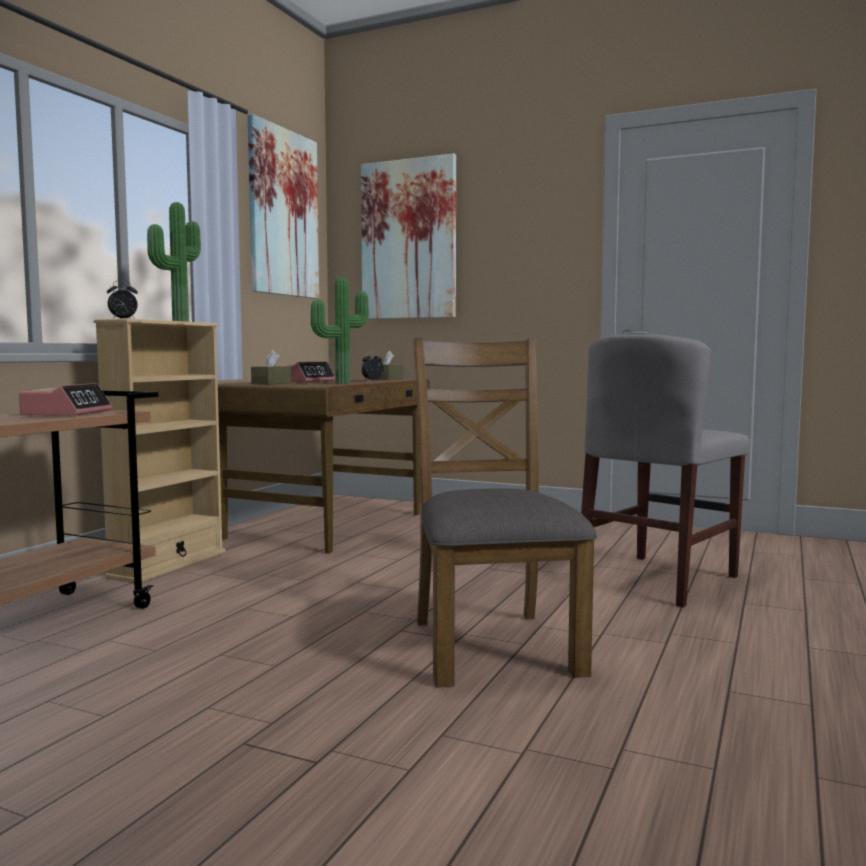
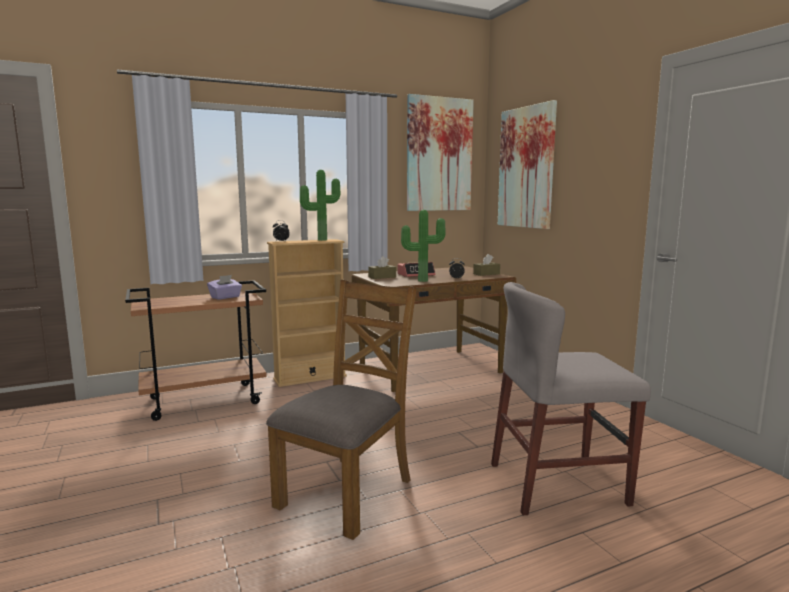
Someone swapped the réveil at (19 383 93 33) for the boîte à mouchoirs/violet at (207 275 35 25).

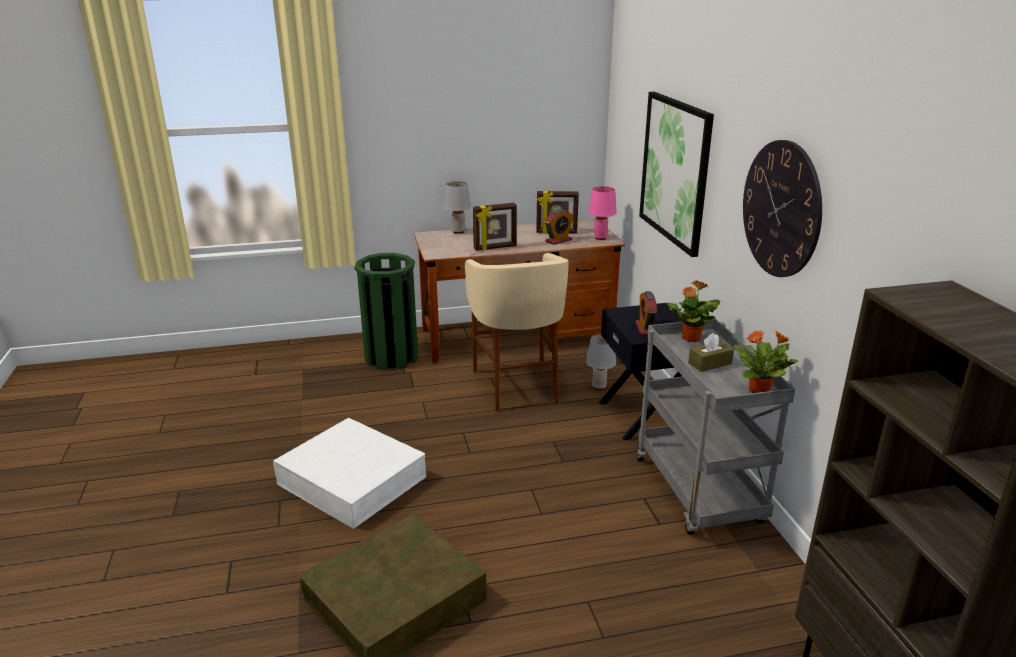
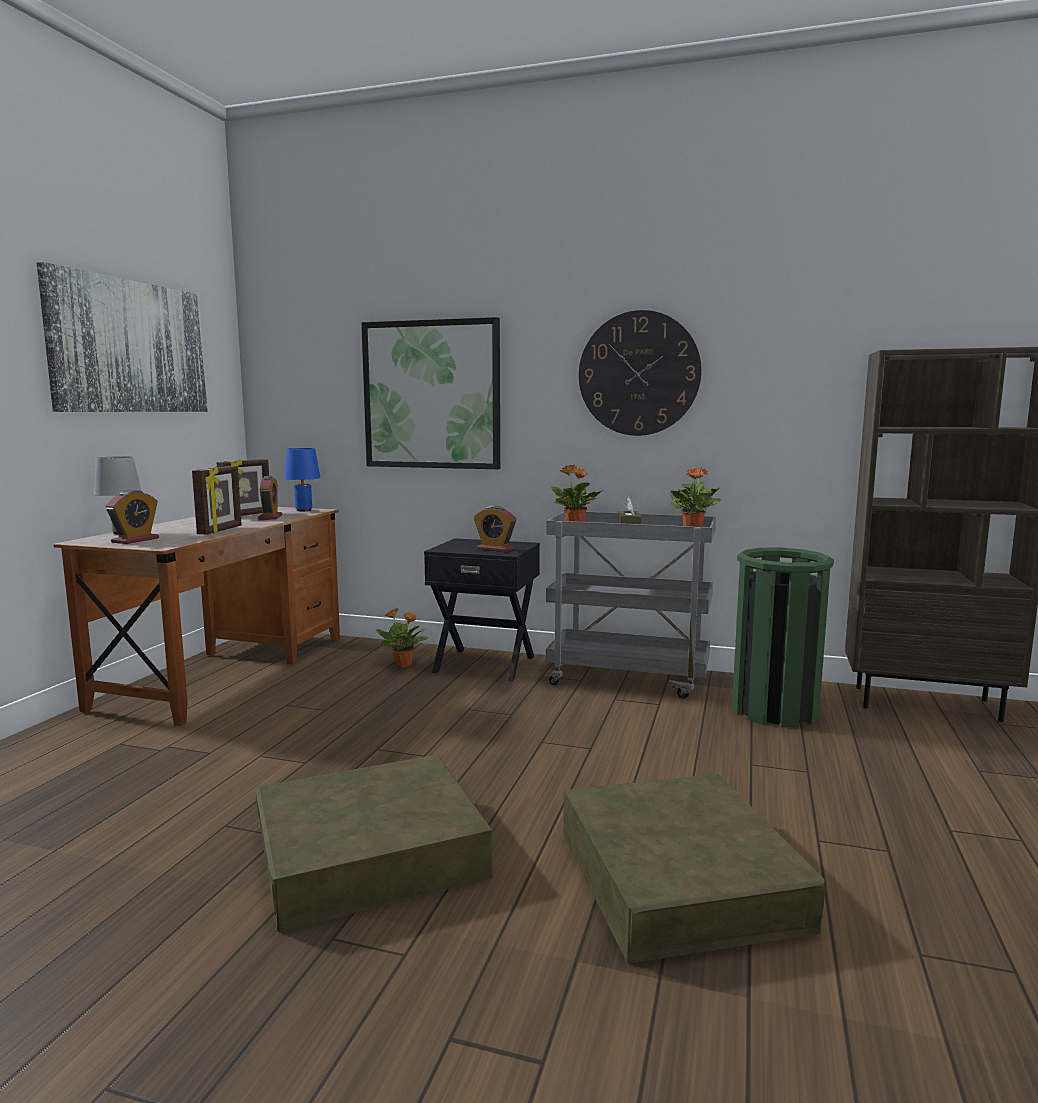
Someone put up the tableau at (37 262 171 150). Someone put down the réveil at (106 490 53 54). Someone repainted the boîte de rangement/blanc at (273 418 153 111), which became the boîte de rangement/marron at (256 754 237 179). Someone repainted the lampe de table/rose at (588 186 29 54), which became the lampe de table/bleu at (285 448 36 63). Someone swapped the lampe de table/gris at (586 334 30 56) for the plante en pot at (376 608 52 59). Someone carried the poubelle/vert from (354 253 64 117) to (732 548 102 179). Someone took away the tabouret/beige at (465 253 104 159).

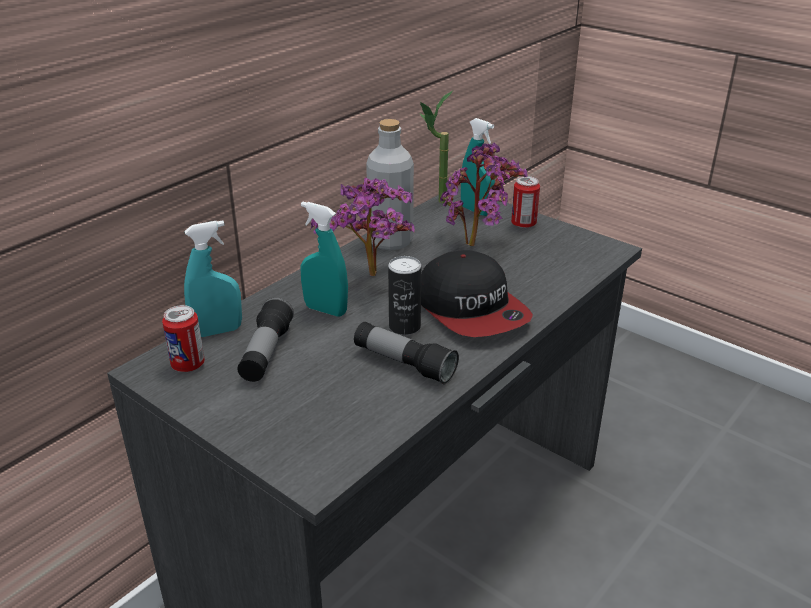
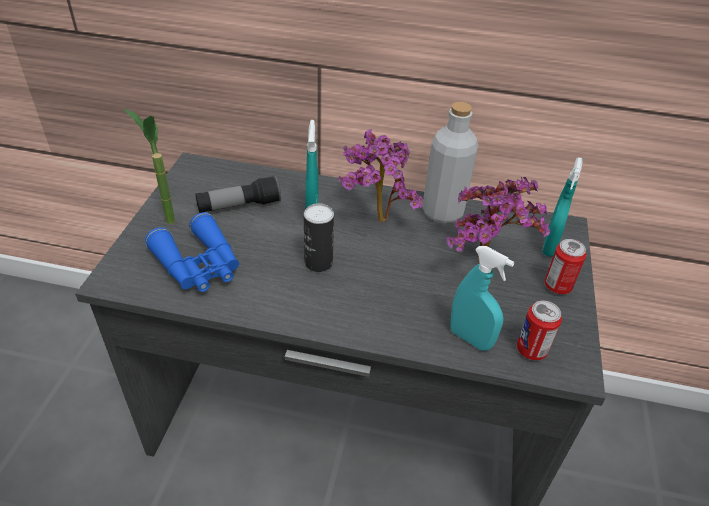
Someone carried the plante en pot from (419 90 35 113) to (123 108 52 116). Someone put down the jumelles/bleu at (145 212 94 80). Someone carried the vaporisateur/turquoise from (184 220 58 117) to (450 246 64 105). Someone carried the boîte métallique from (162 305 43 67) to (517 301 45 59). Someone took away the lampe de poche at (354 322 105 62). Someone took away the casquette at (421 250 112 87).

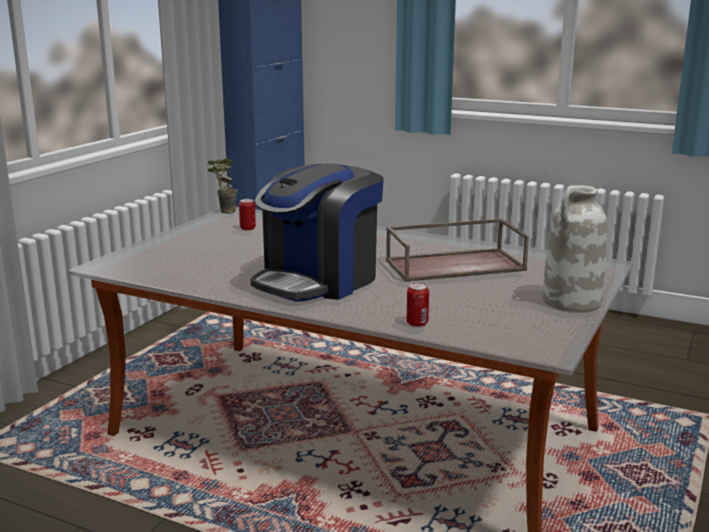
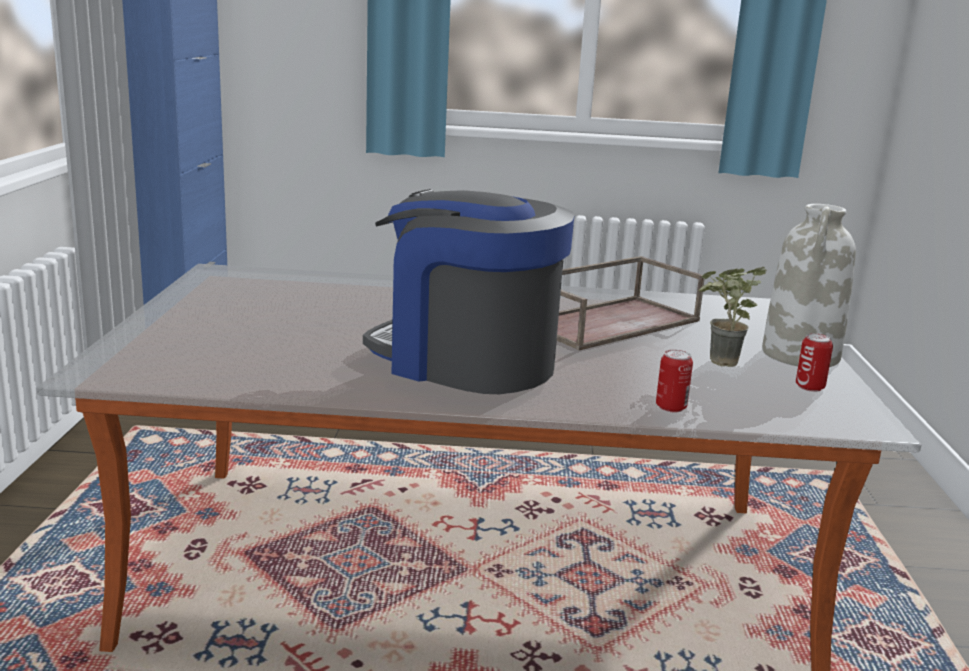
Someone rotated the machine à café at (251 163 133 139) by 105 degrees clockwise. Someone carried the plante en pot from (208 159 29 55) to (699 267 68 100). Someone carried the boîte métallique from (239 199 17 31) to (796 333 37 59).

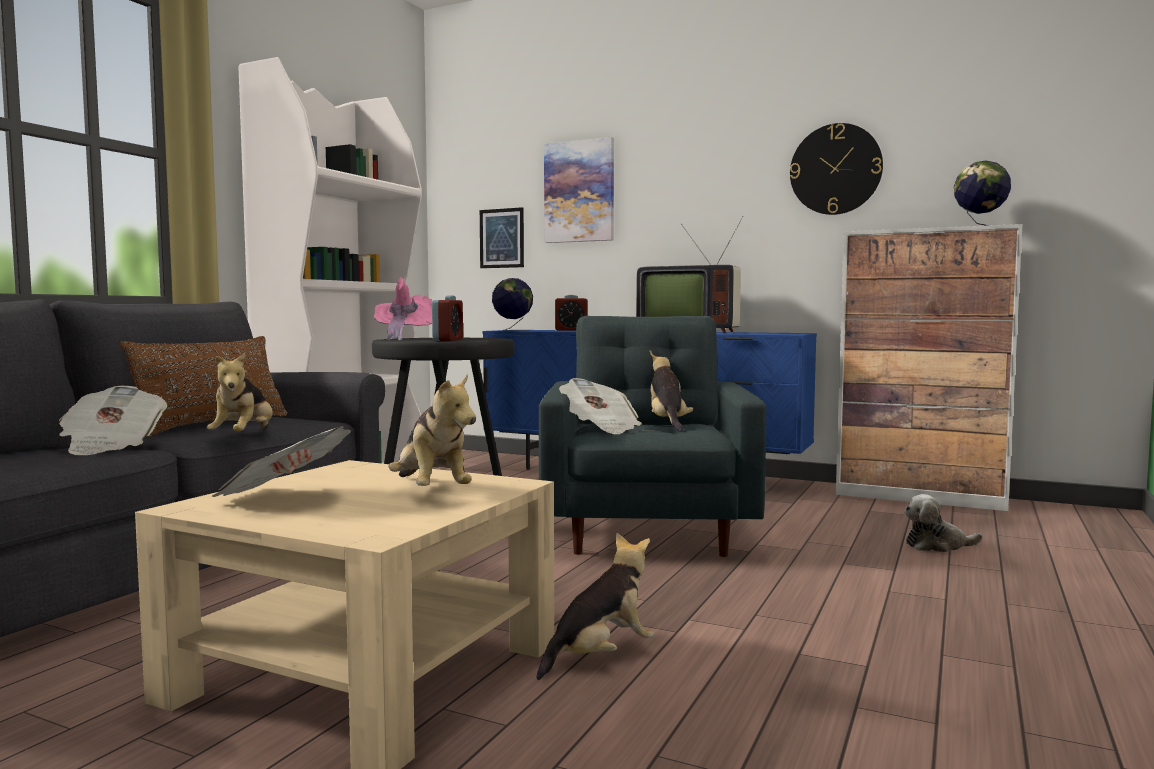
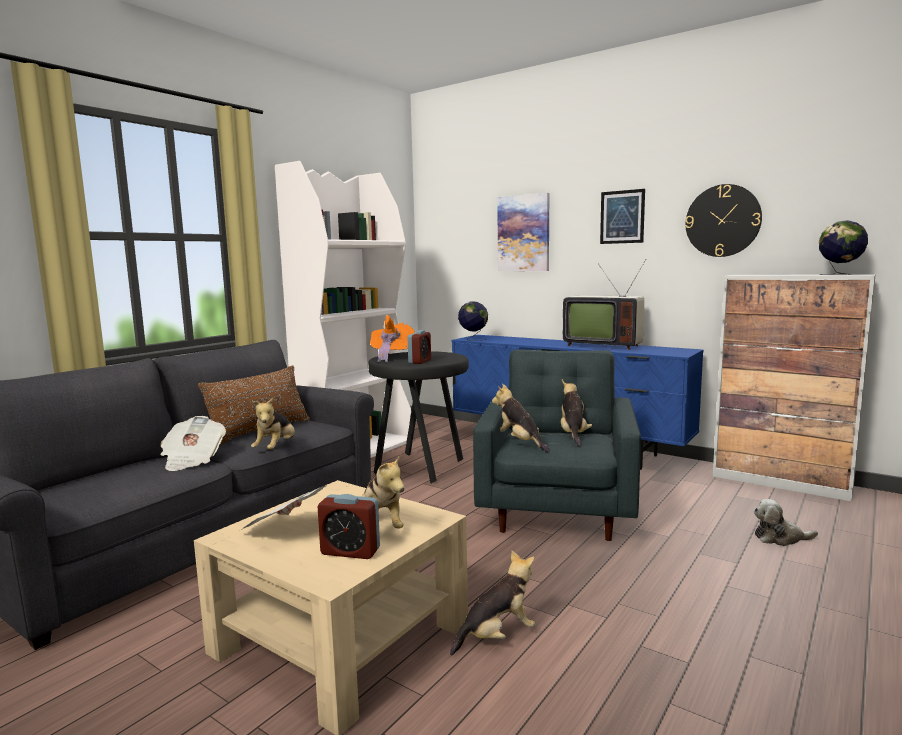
Someone carried the réveil from (555 295 33 36) to (318 494 62 65). Someone repainted the chapeau/rose at (374 277 59 64), which became the chapeau/orange at (370 315 45 47). Someone swapped the journal at (559 378 83 56) for the peluche at (492 384 58 68). Someone carried the tableau from (480 207 44 61) to (600 189 45 55).

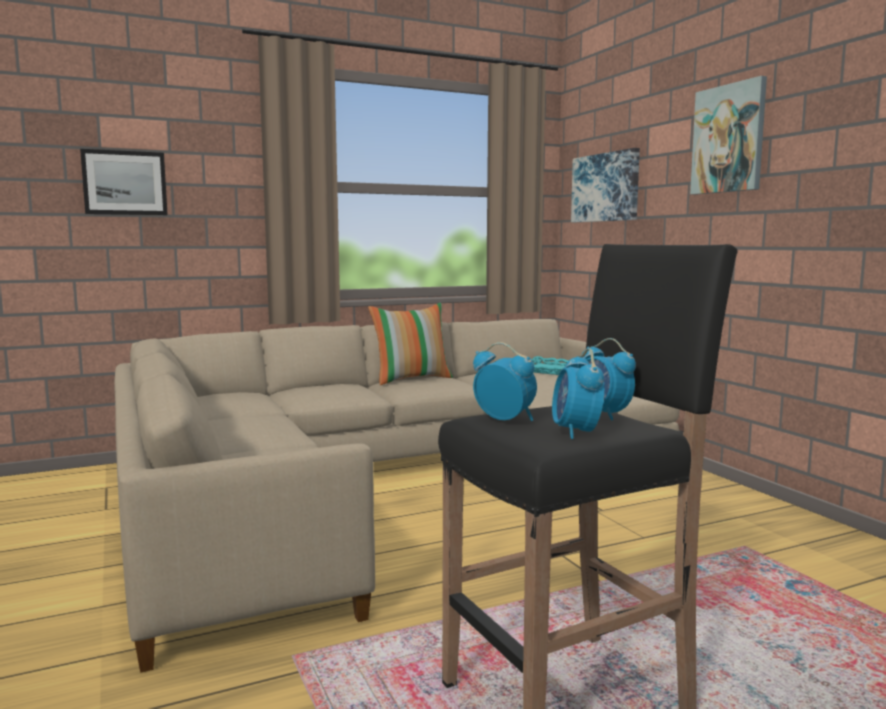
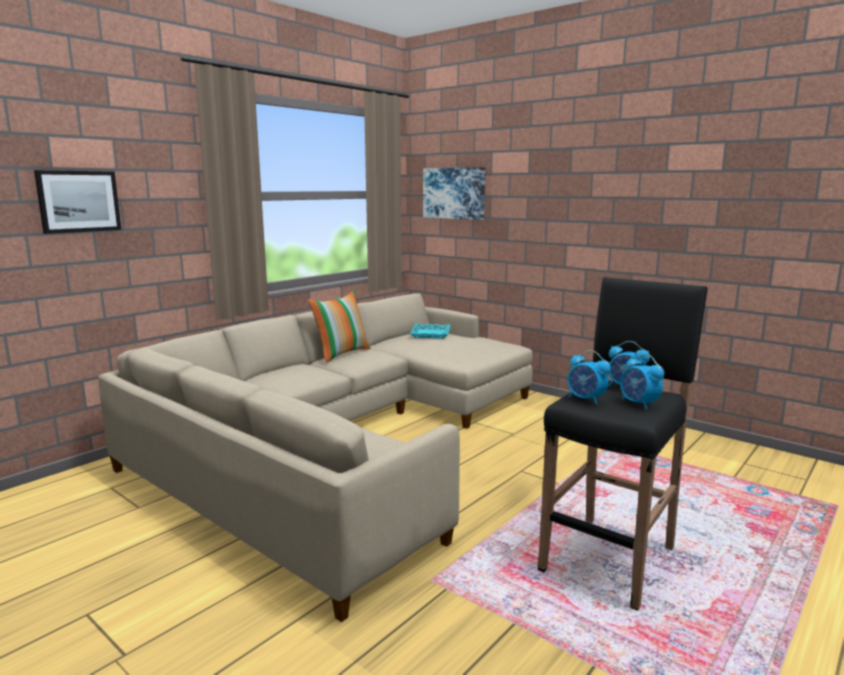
Someone rotated the réveil at (473 342 64 79) by 150 degrees counterclockwise. Someone took away the tableau at (690 76 77 119).

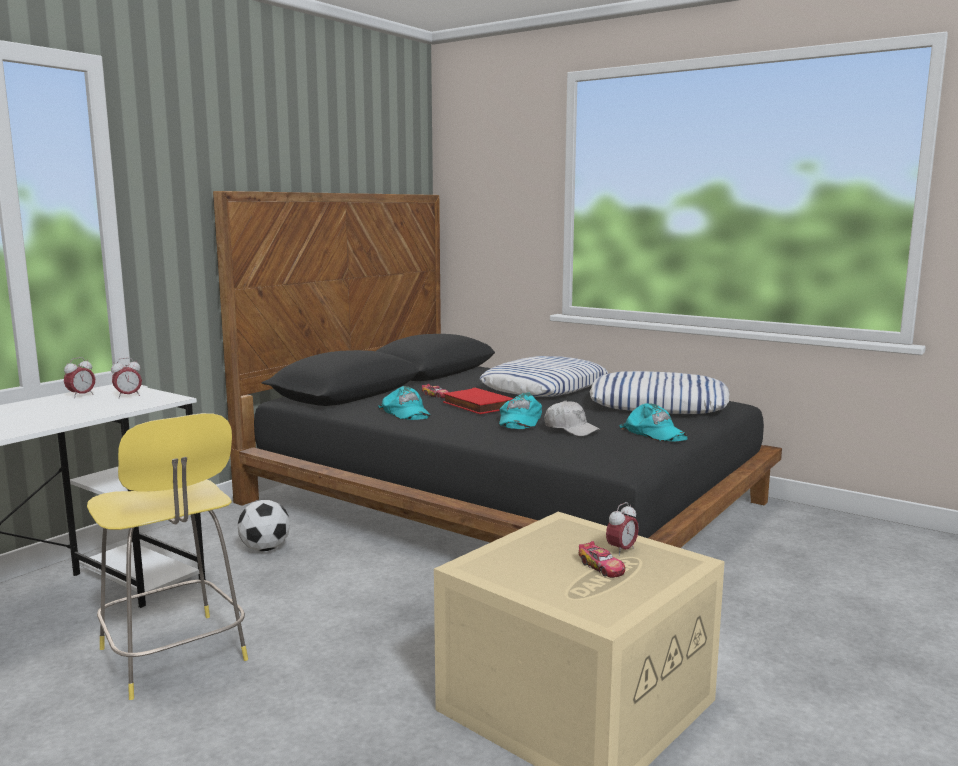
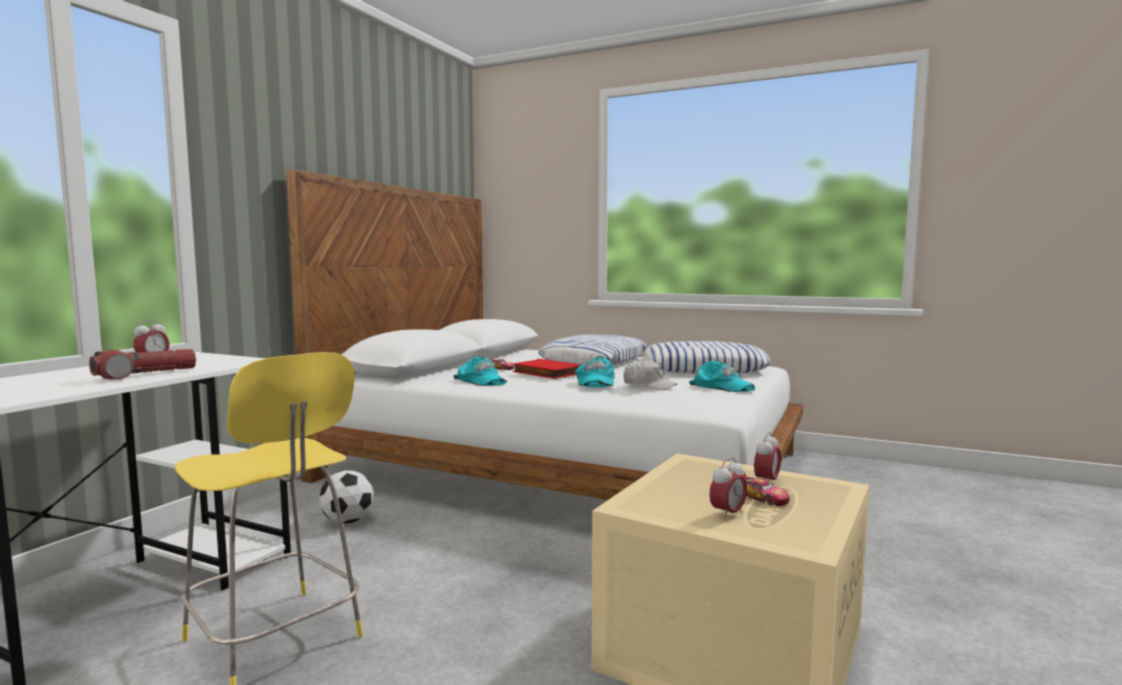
Someone put down the lampe de poche at (89 349 107 31). Someone repainted the lit/noir at (213 191 569 357), which became the lit/blanc at (286 170 517 330). Someone carried the réveil from (111 358 31 40) to (709 457 38 63).

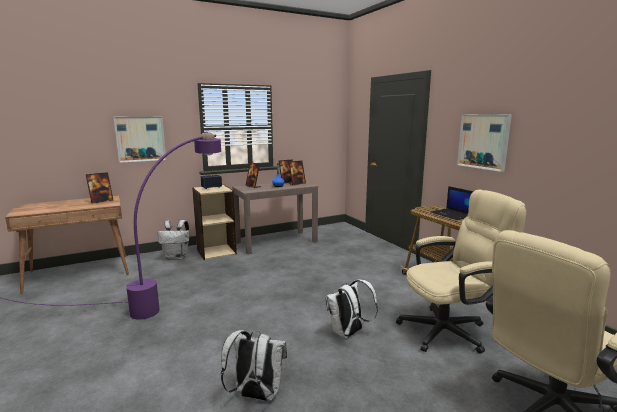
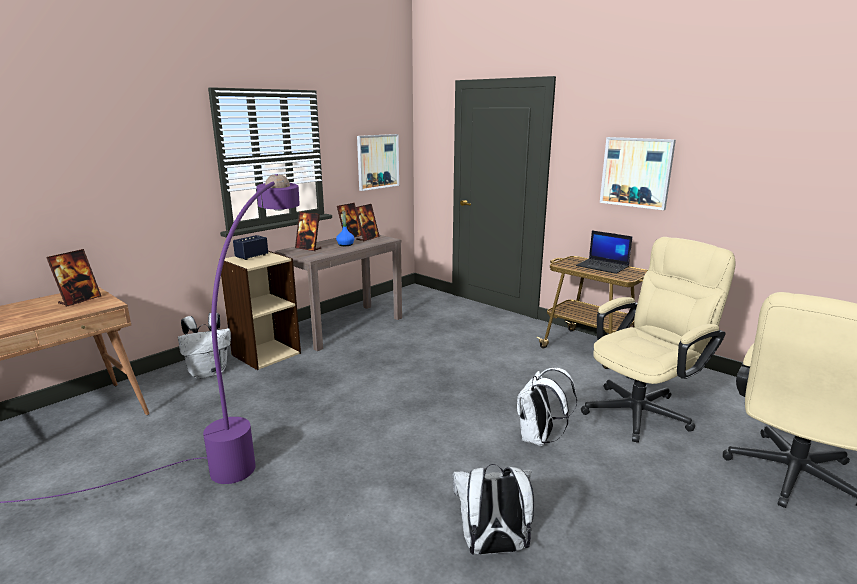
Someone carried the tableau from (113 116 53 47) to (357 134 42 57).

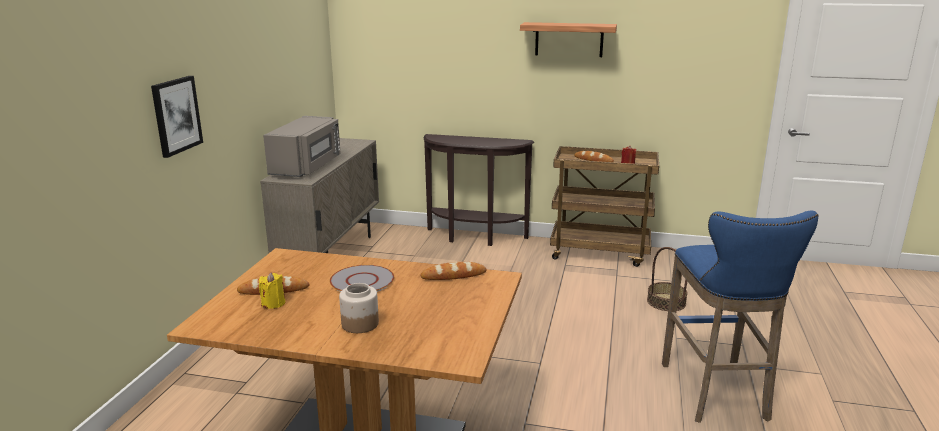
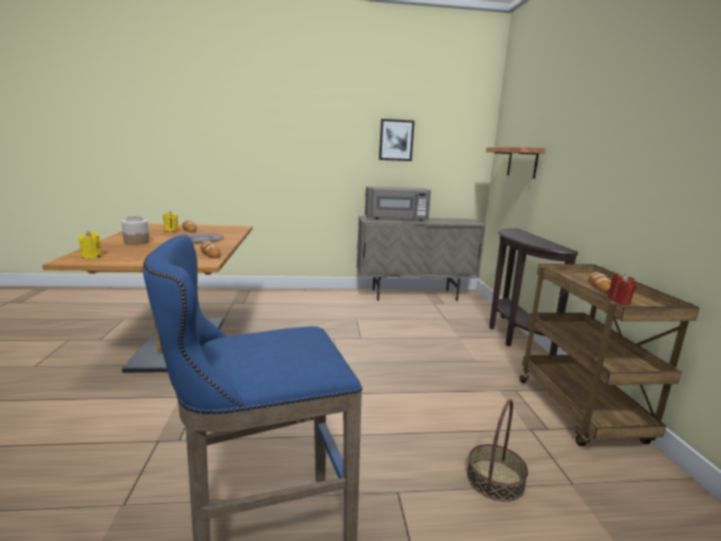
Someone put down the bougie/jaune at (78 231 24 28). Someone carried the tableau from (151 76 52 82) to (379 119 36 42). Someone carried the étagère from (520 22 97 35) to (486 147 59 32).

